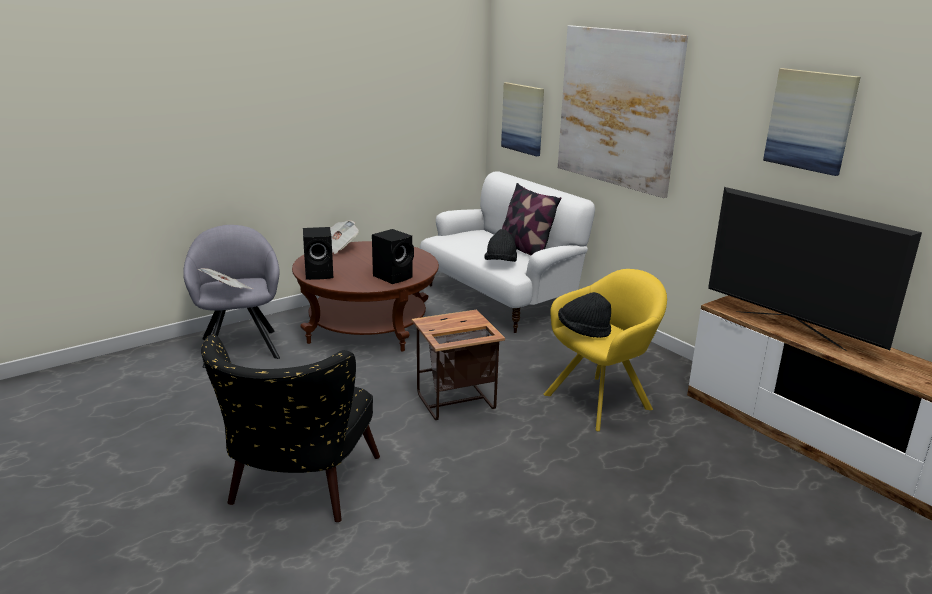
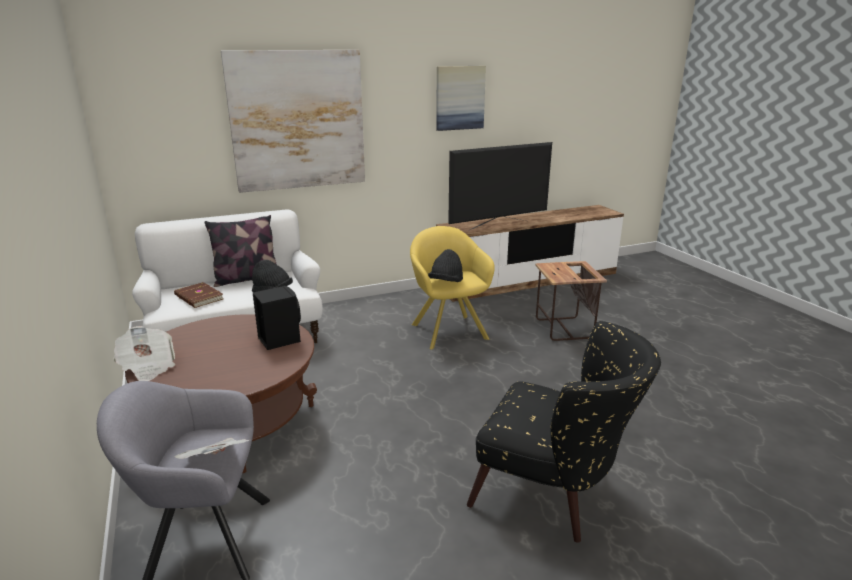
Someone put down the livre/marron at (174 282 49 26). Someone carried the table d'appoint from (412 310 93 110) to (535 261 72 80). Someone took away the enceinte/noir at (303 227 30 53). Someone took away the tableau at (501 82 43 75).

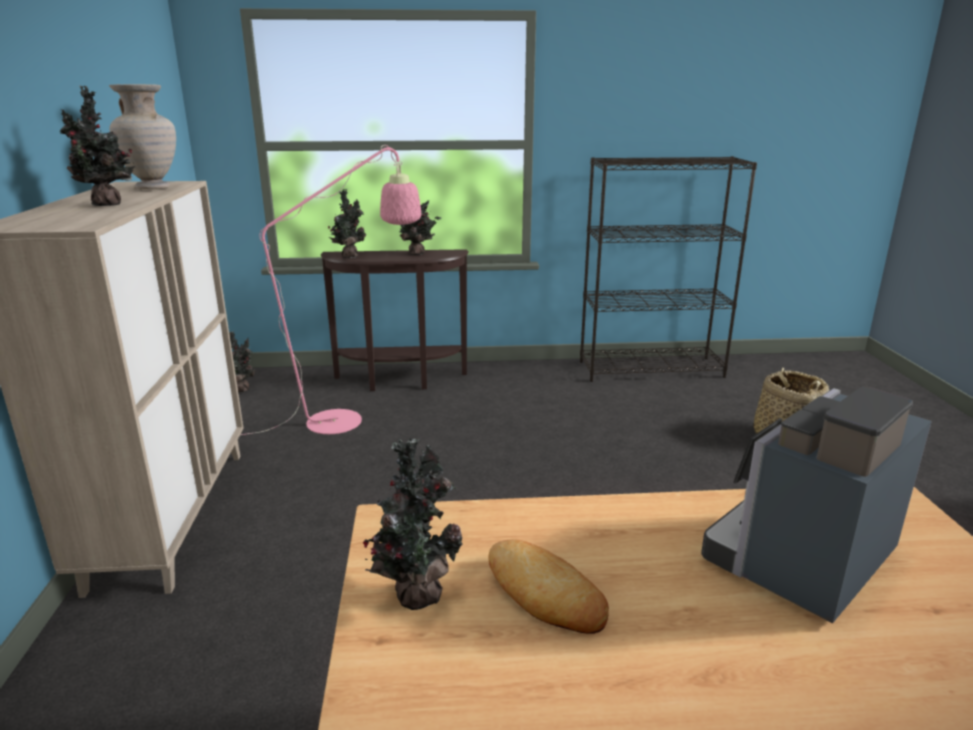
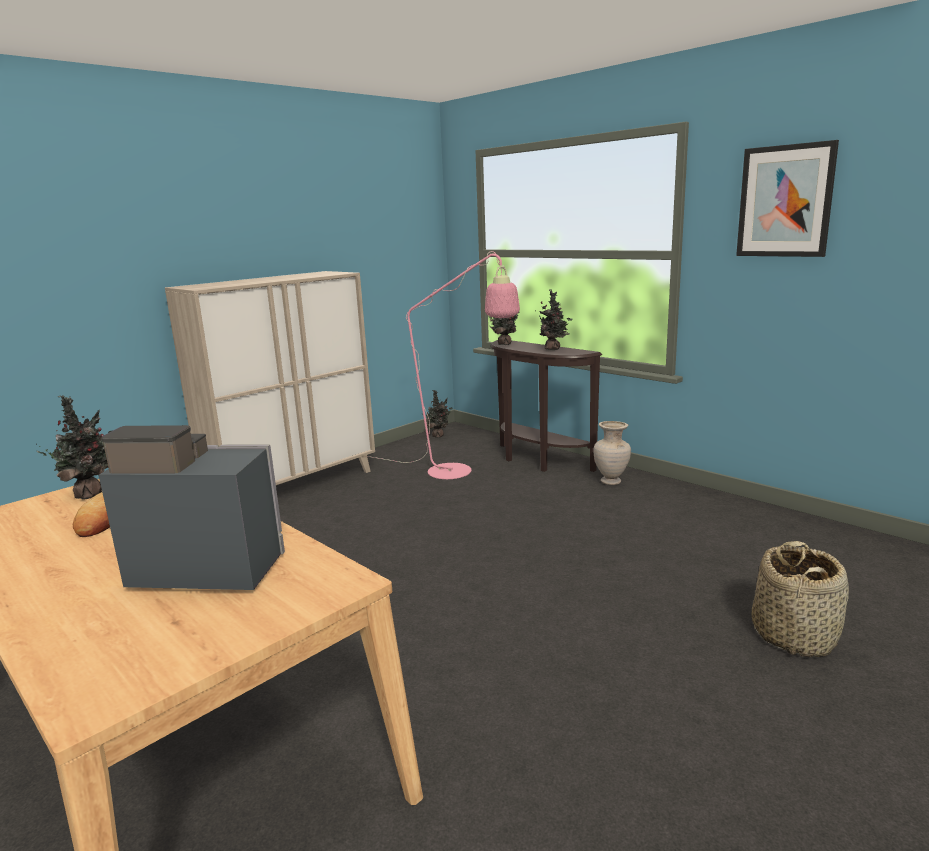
Someone carried the vase/beige from (109 84 67 105) to (594 421 37 64). Someone put up the tableau at (736 140 103 117). Someone took away the plante en pot at (60 85 76 121). Someone took away the bibliothèque/noir at (580 156 177 226).

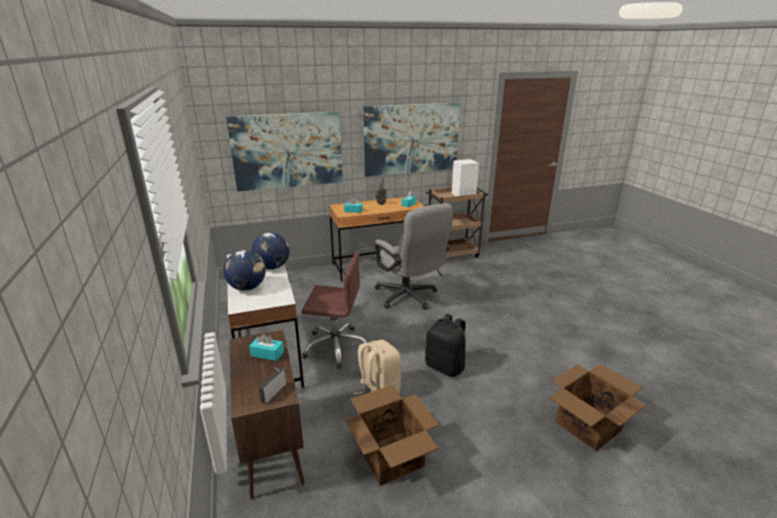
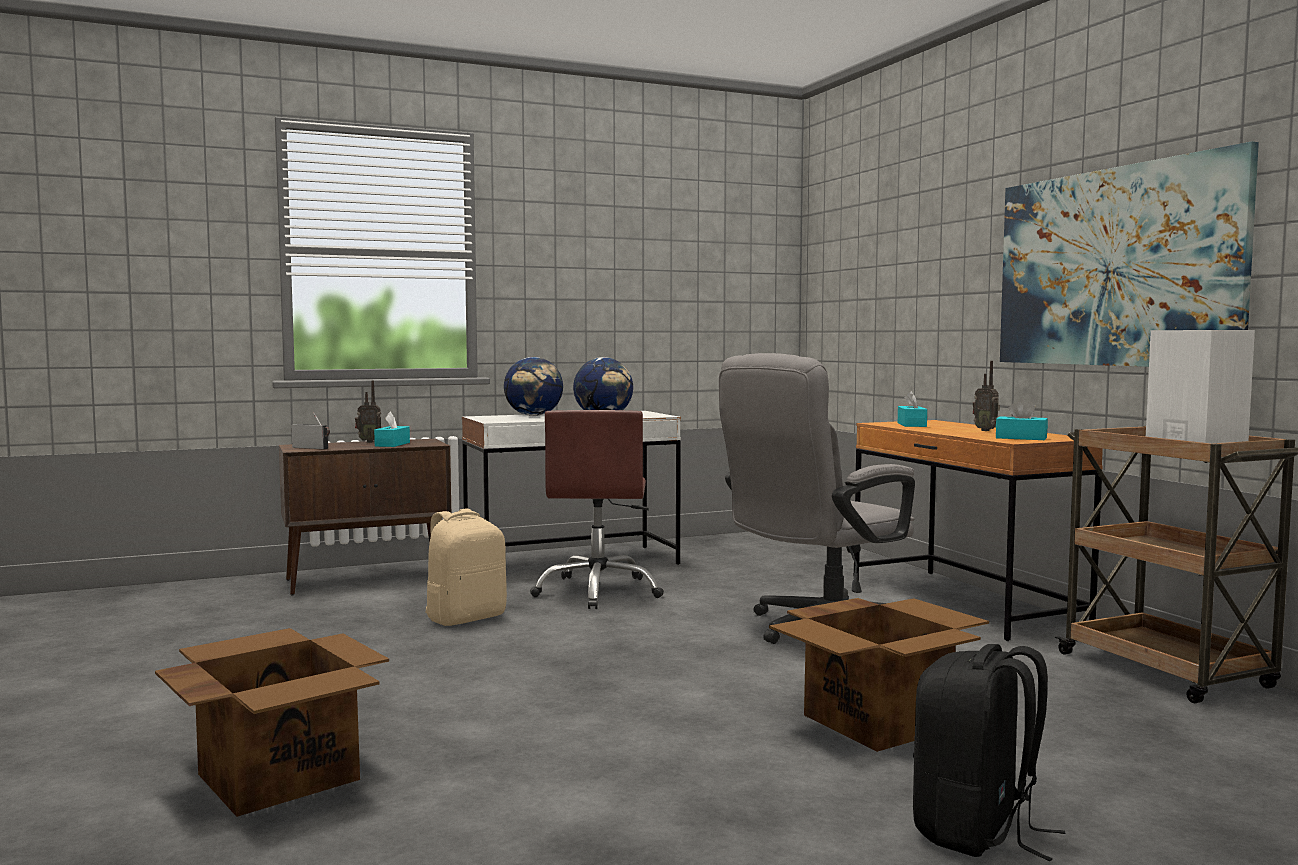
Someone put down the radio at (355 380 26 63). Someone carried the carton from (345 385 94 100) to (769 598 220 154). Someone carried the sac à dos/noir from (425 314 41 63) to (913 644 152 218). Someone took away the tableau at (226 112 117 80).

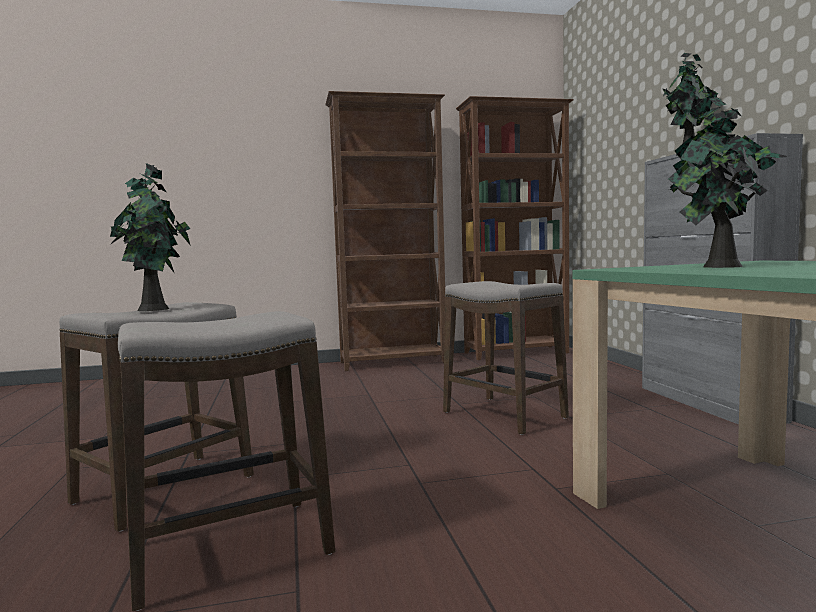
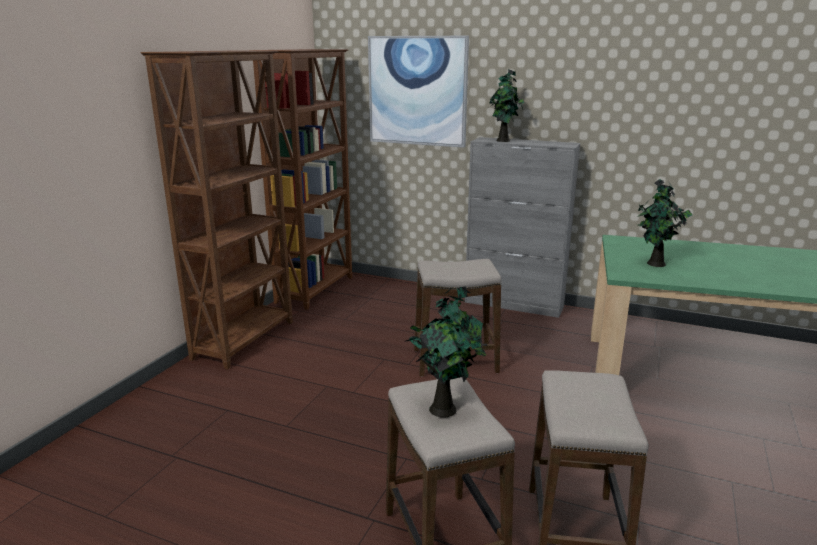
Someone put up the tableau at (368 36 101 112).

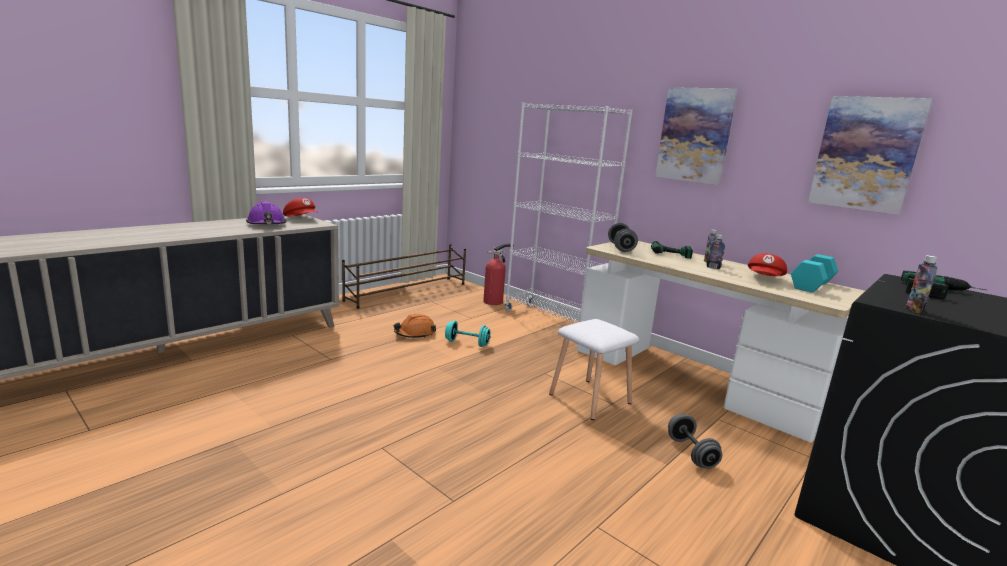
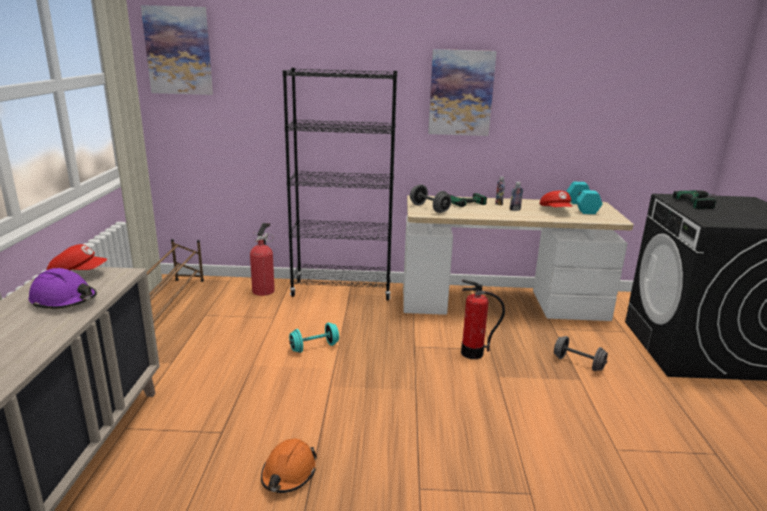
Someone carried the tableau from (808 96 124 119) to (141 5 72 90). Someone carried the casque de chantier/orange from (394 314 42 24) to (261 438 56 55). Someone repainted the bibliothèque/blanc at (505 102 128 221), which became the bibliothèque/noir at (283 68 114 233). Someone swapped the tabouret/blanc at (549 319 90 101) for the extincteur at (461 280 44 79). Someone took away the bouteille at (906 255 31 59).

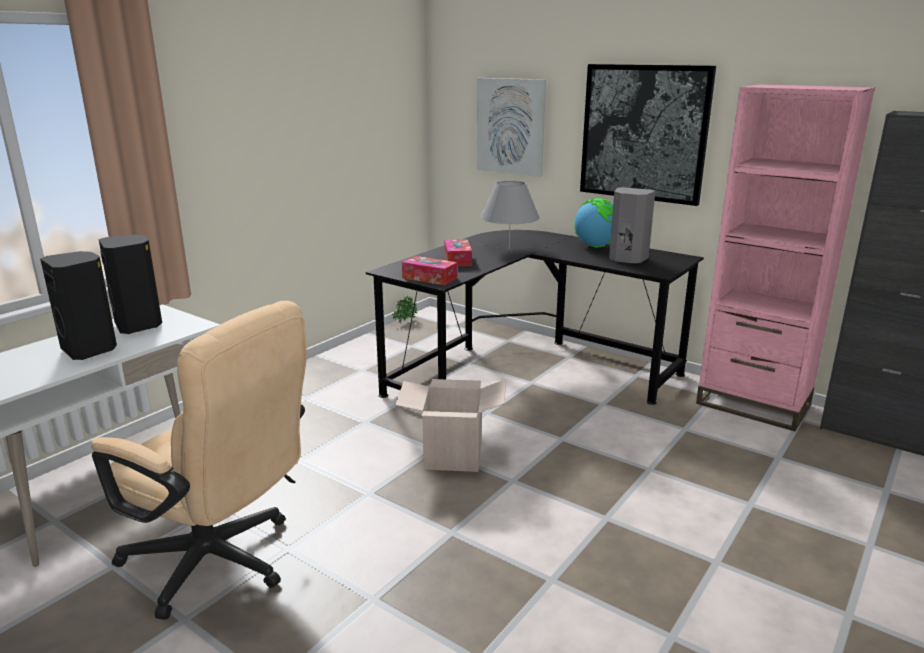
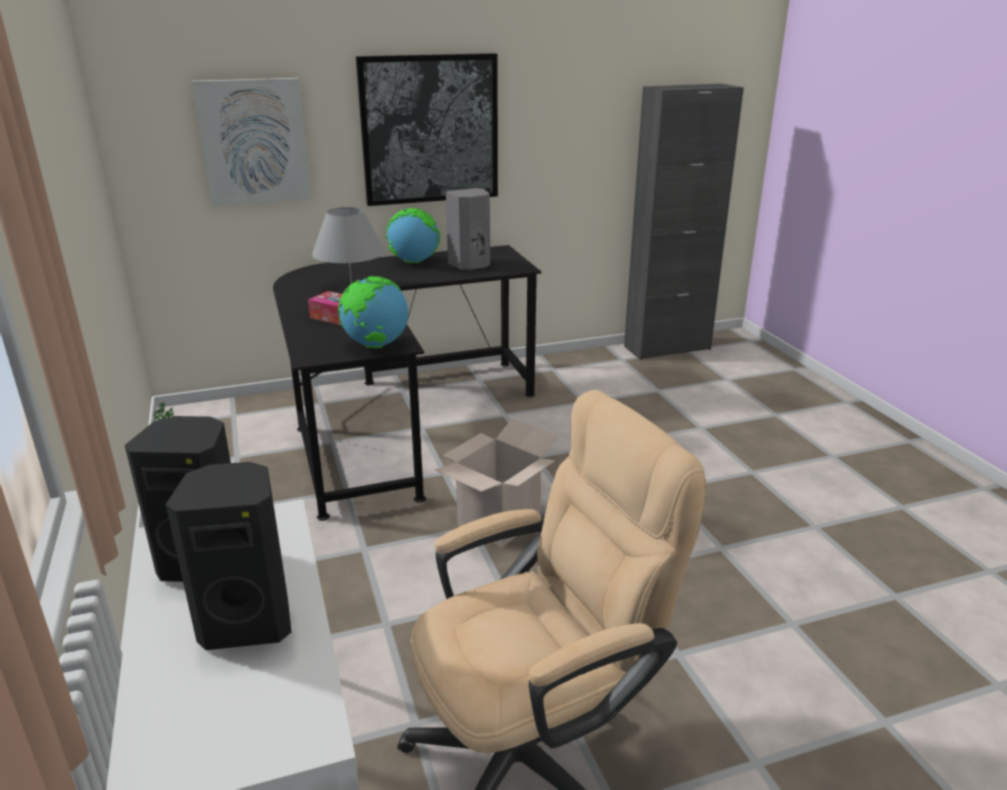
Someone swapped the boîte à mouchoirs at (402 256 55 29) for the globe at (338 276 70 72). Someone took away the bibliothèque/rose at (696 84 179 347).

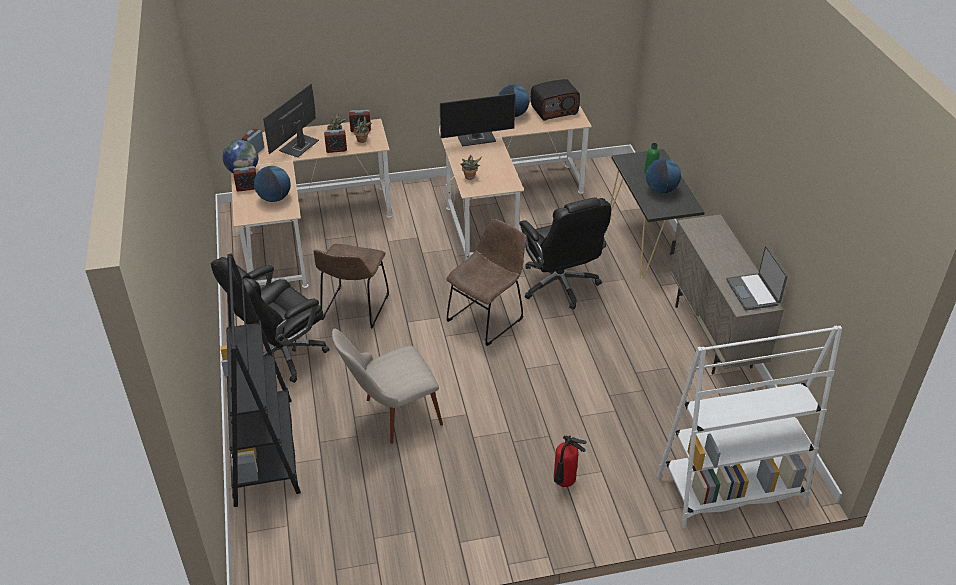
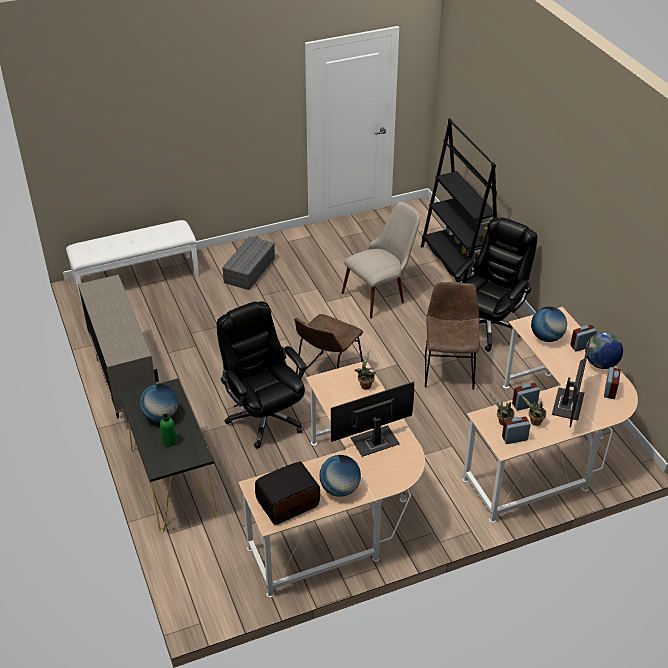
Someone swapped the bibliothèque/blanc at (657 326 185 202) for the banc/blanc at (66 220 133 83). Someone swapped the extincteur at (554 435 32 52) for the boîte de rangement/gris at (222 236 53 54). Someone took away the ordinateur portable at (726 246 62 64).

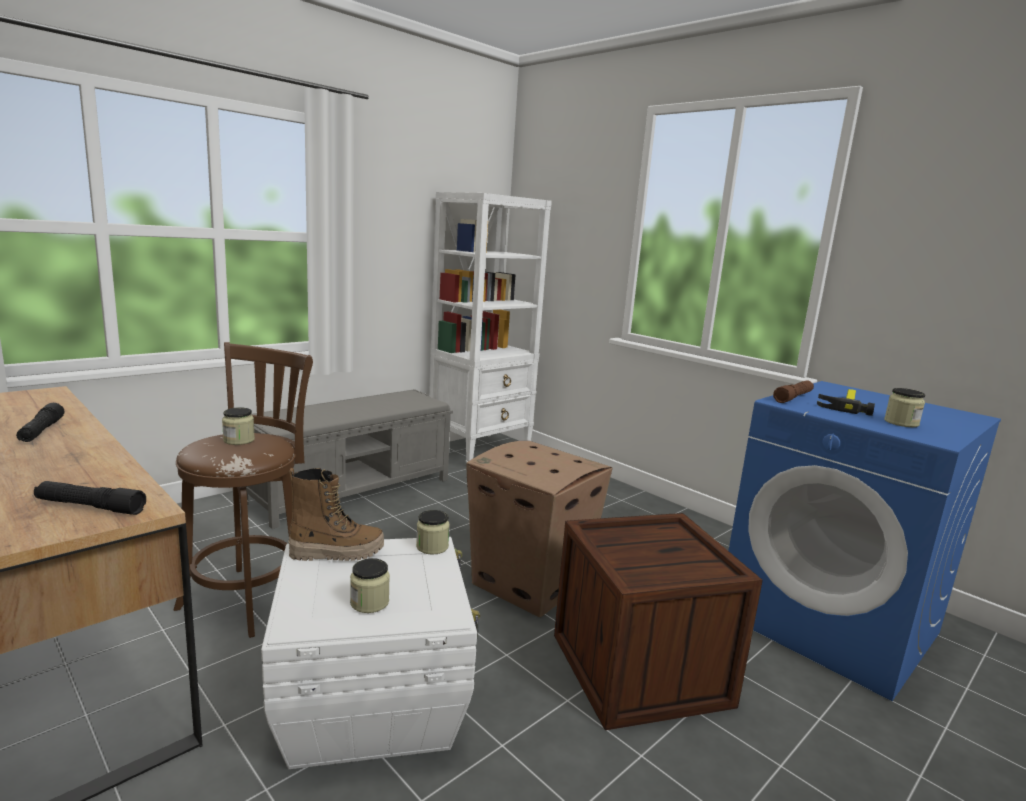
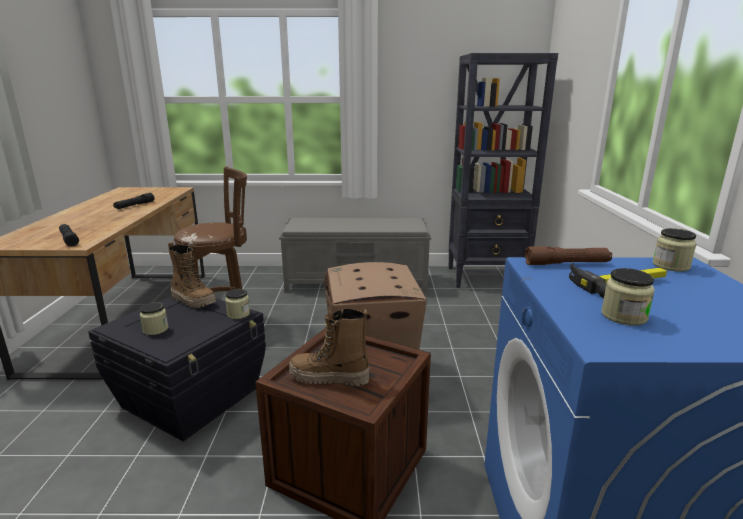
Someone repainted the boîte de rangement/blanc at (261 537 219 232), which became the boîte de rangement/noir at (88 296 178 145). Someone put down the botte at (289 309 81 77). Someone repainted the bibliothèque/blanc at (429 192 123 272), which became the bibliothèque/noir at (448 53 110 235). Someone carried the bocal from (222 407 33 38) to (653 228 44 44).

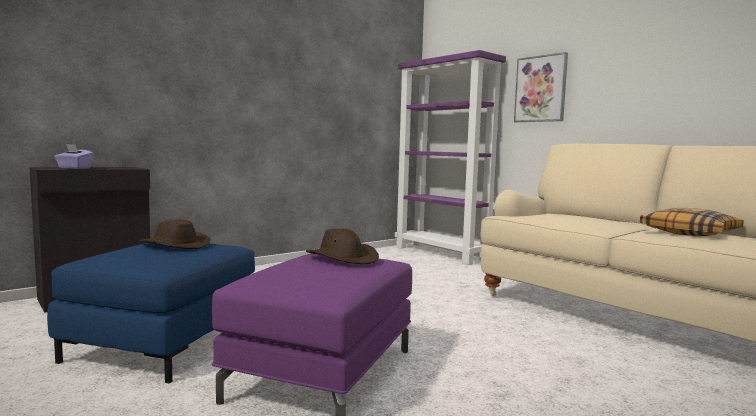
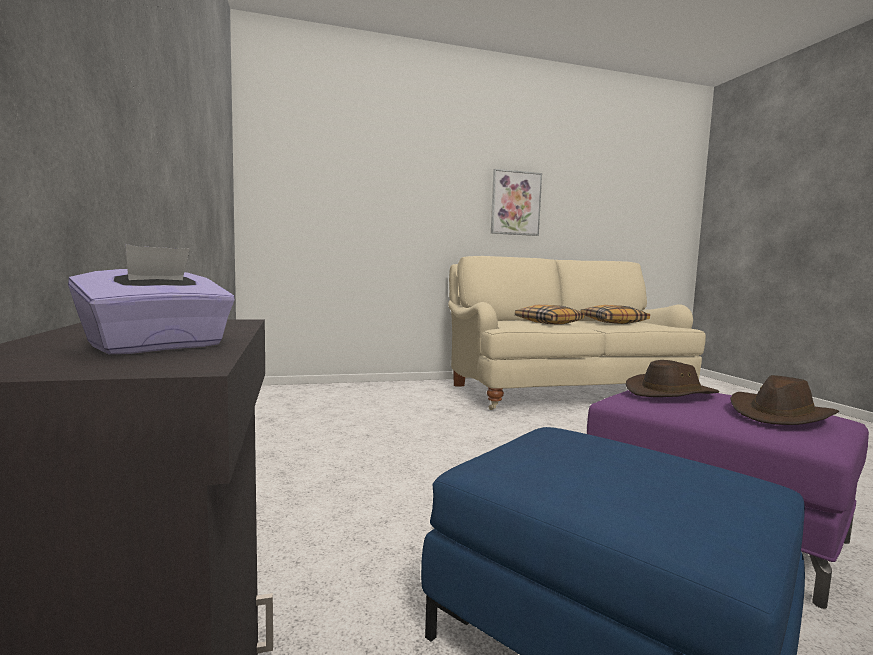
Someone carried the tableau from (514 52 54 70) to (491 169 51 67). Someone put down the coussin at (515 305 70 20). Someone carried the chapeau/marron from (139 220 71 29) to (730 375 109 50). Someone took away the bibliothèque/violet at (395 50 111 215).

